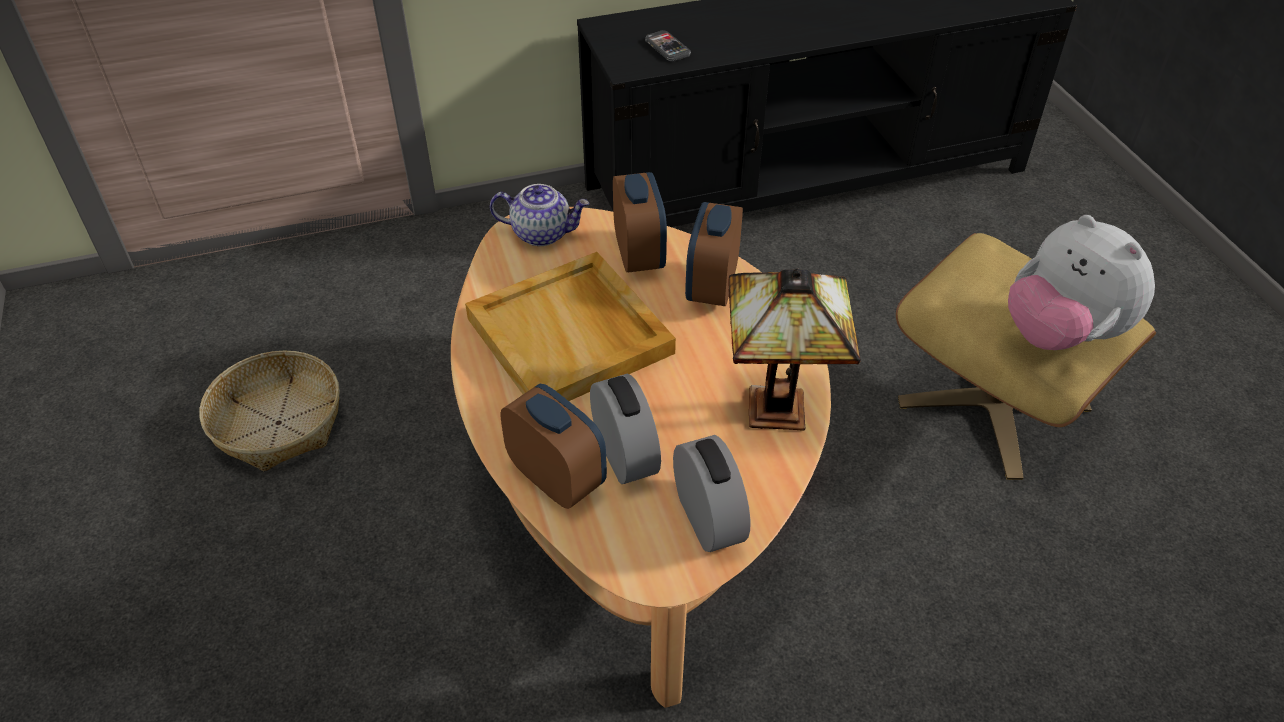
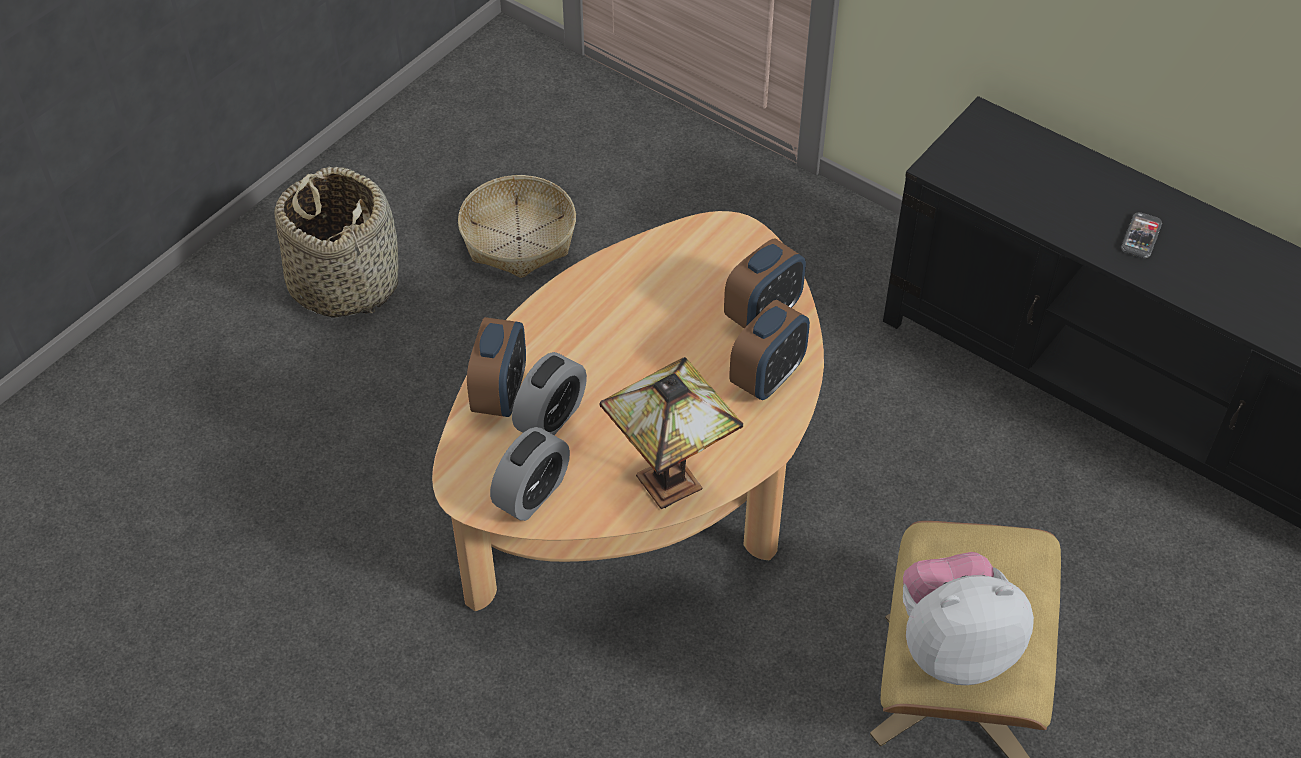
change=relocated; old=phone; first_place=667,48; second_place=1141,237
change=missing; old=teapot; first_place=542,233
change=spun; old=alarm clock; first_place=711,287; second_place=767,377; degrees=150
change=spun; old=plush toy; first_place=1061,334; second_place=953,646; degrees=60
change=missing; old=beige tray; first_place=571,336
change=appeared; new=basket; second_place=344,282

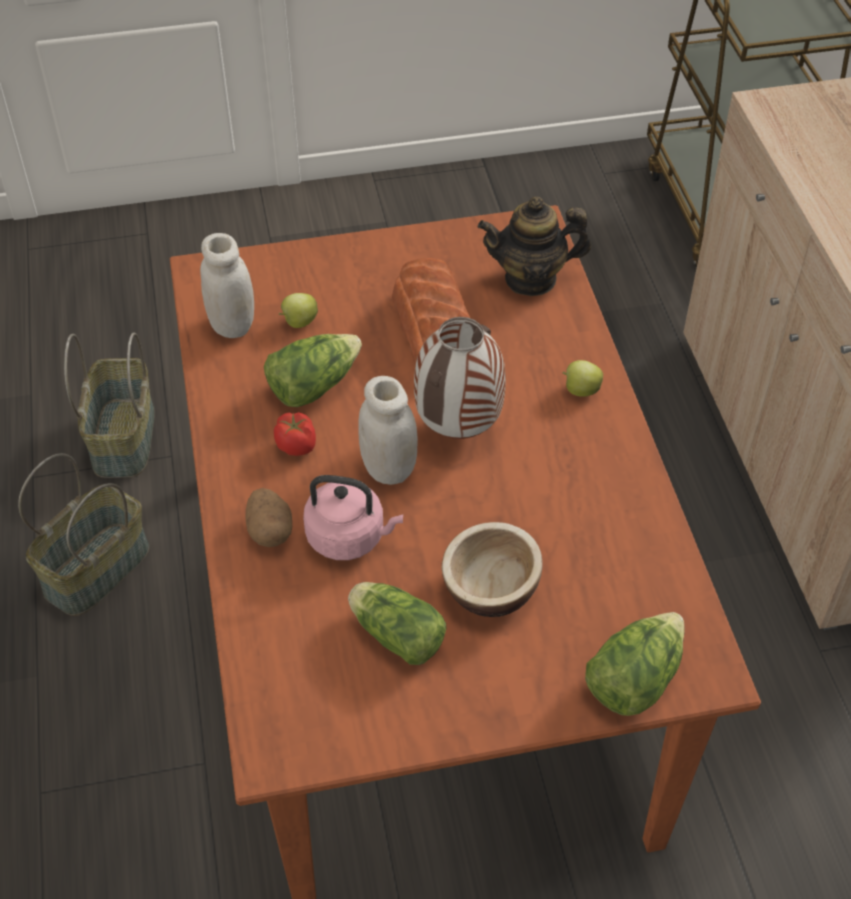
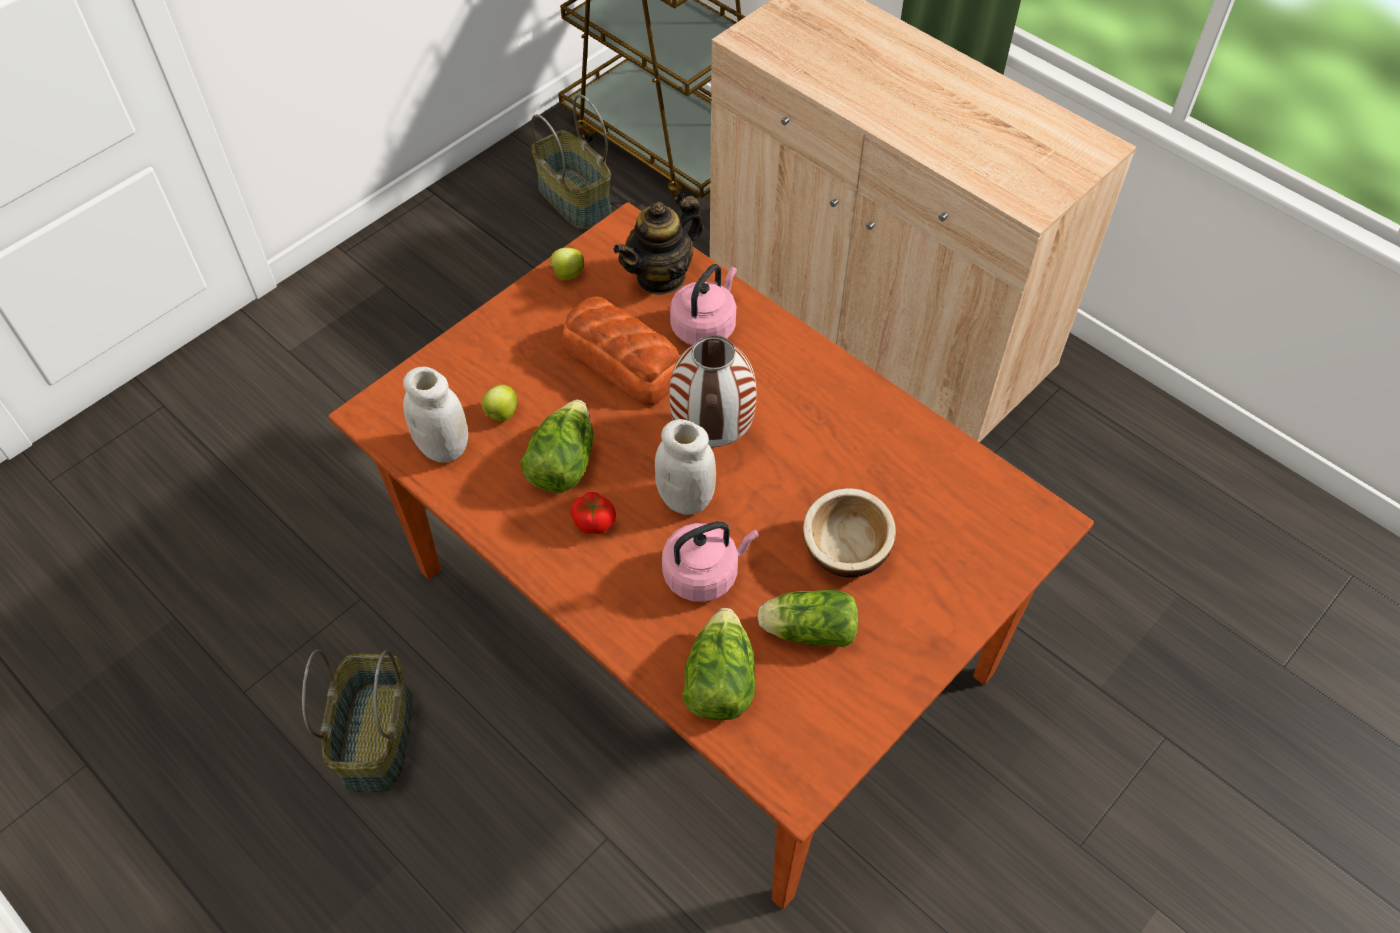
change=relocated; old=basket; first_place=122,438; second_place=573,199
change=relocated; old=apple; first_place=580,390; second_place=567,274
change=missing; old=potato; first_place=270,530
change=relocated; old=lettuce; first_place=633,678; second_place=718,681
change=appeared; new=pink kettle; second_place=705,326

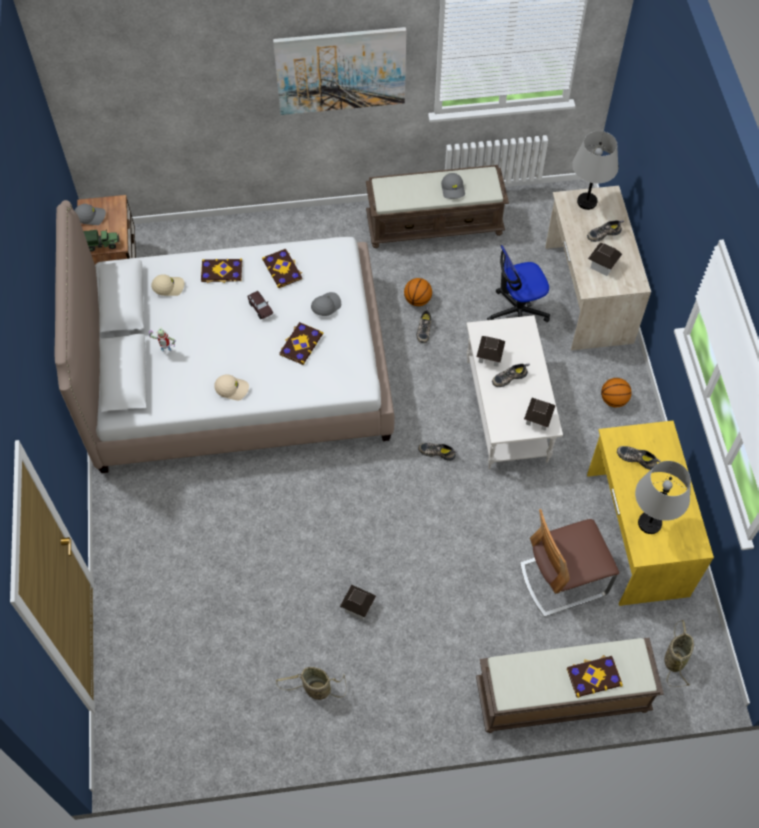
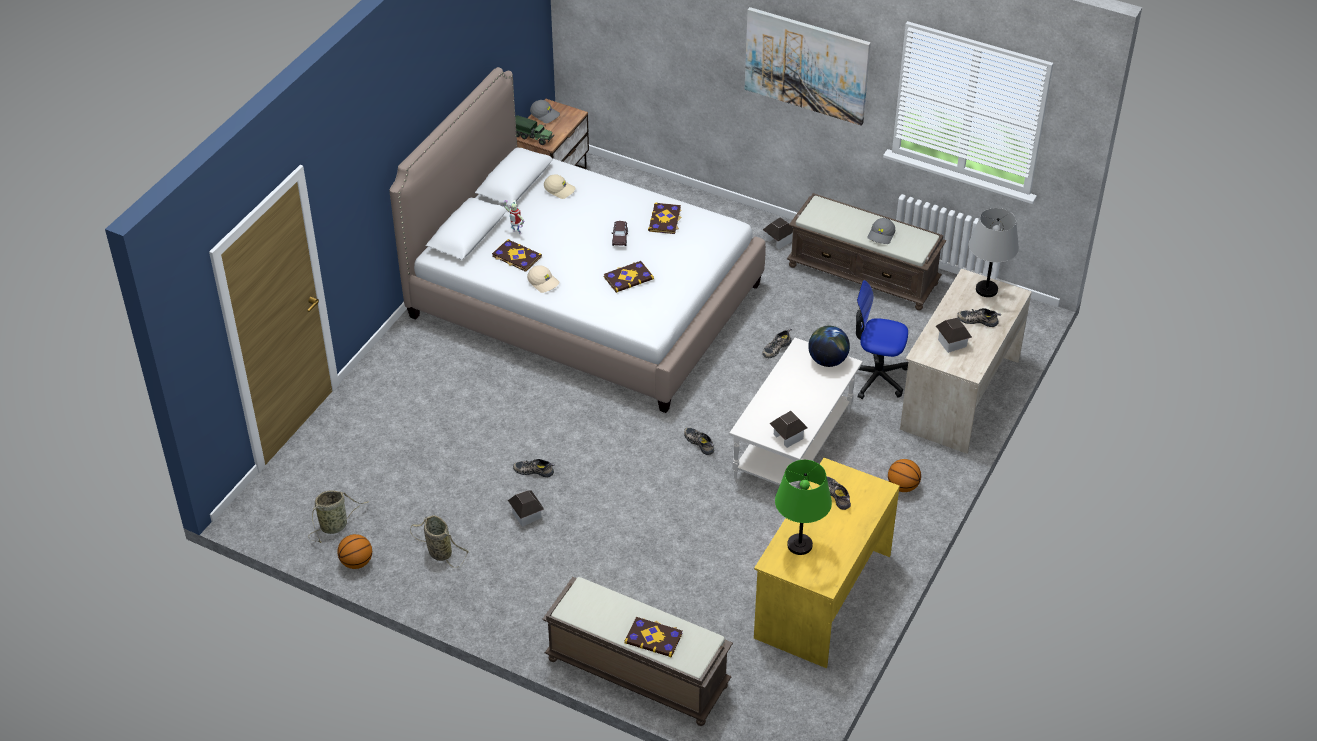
change=relocated; old=book; first_place=221,272; second_place=516,257
change=relocated; old=basketball; first_place=417,300; second_place=356,562
change=missing; old=grey cap; first_place=325,306
change=relocated; old=toy house; first_place=489,357; second_place=778,240
change=relocated; old=shoe; first_place=509,377; second_place=534,470
change=colour; old=grey table lamp; new=green table lamp; first_place=649,523; second_place=799,545
change=missing; old=chair; first_place=563,579
change=relocated; old=basket; first_place=674,658; second_place=335,525
change=appeared; new=globe; second_place=827,360

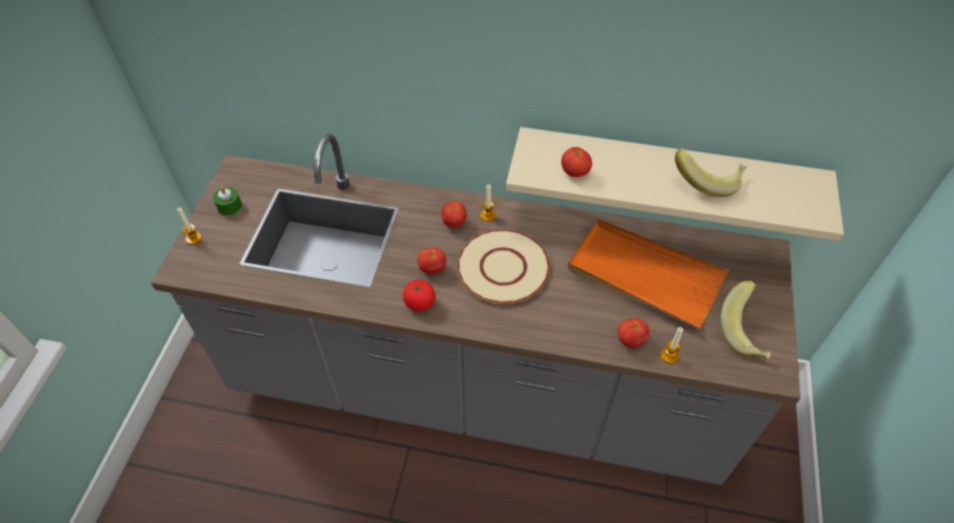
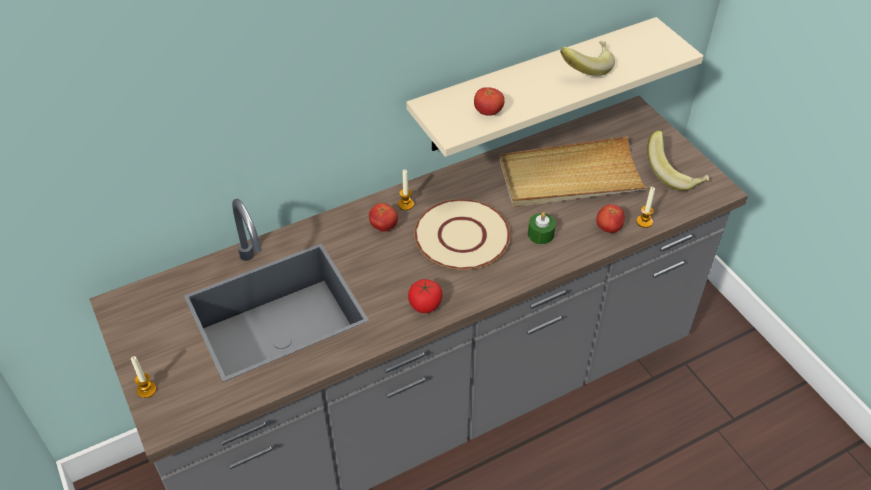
change=relocated; old=green candle; first_place=229,206; second_place=540,234
change=colour; old=orange tray; new=beige tray; first_place=644,275; second_place=570,177
change=missing; old=tomato; first_place=432,268

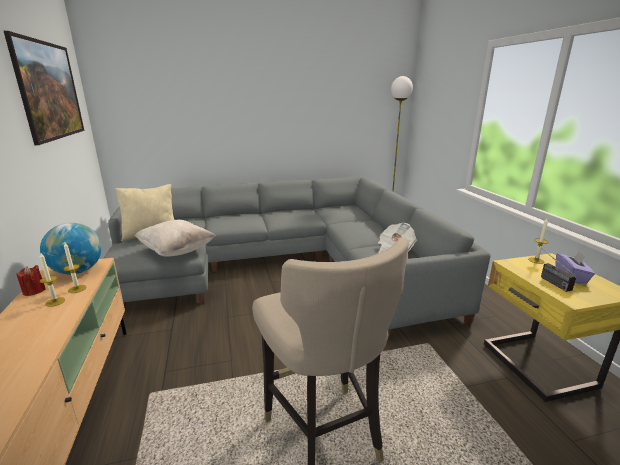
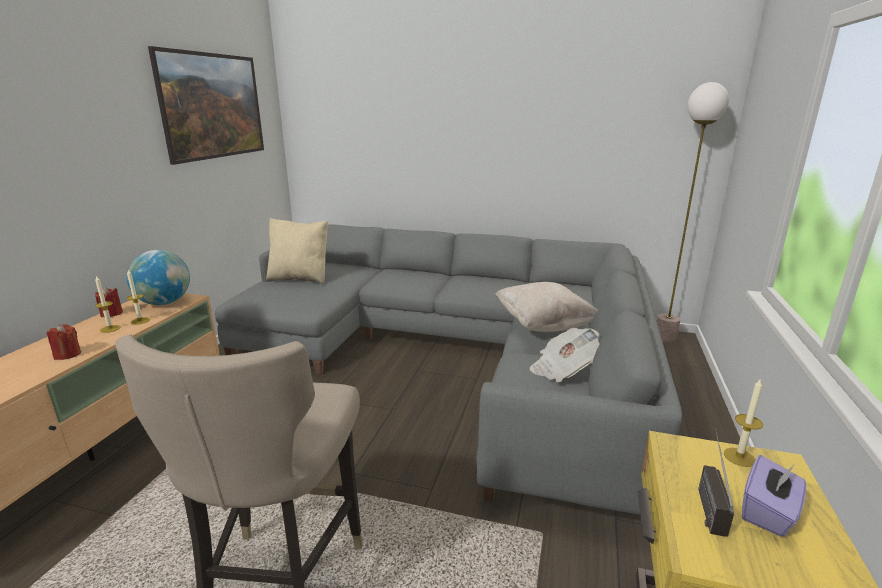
change=relocated; old=beige pillow; first_place=177,251; second_place=543,325
change=appeared; new=red candle; second_place=67,354

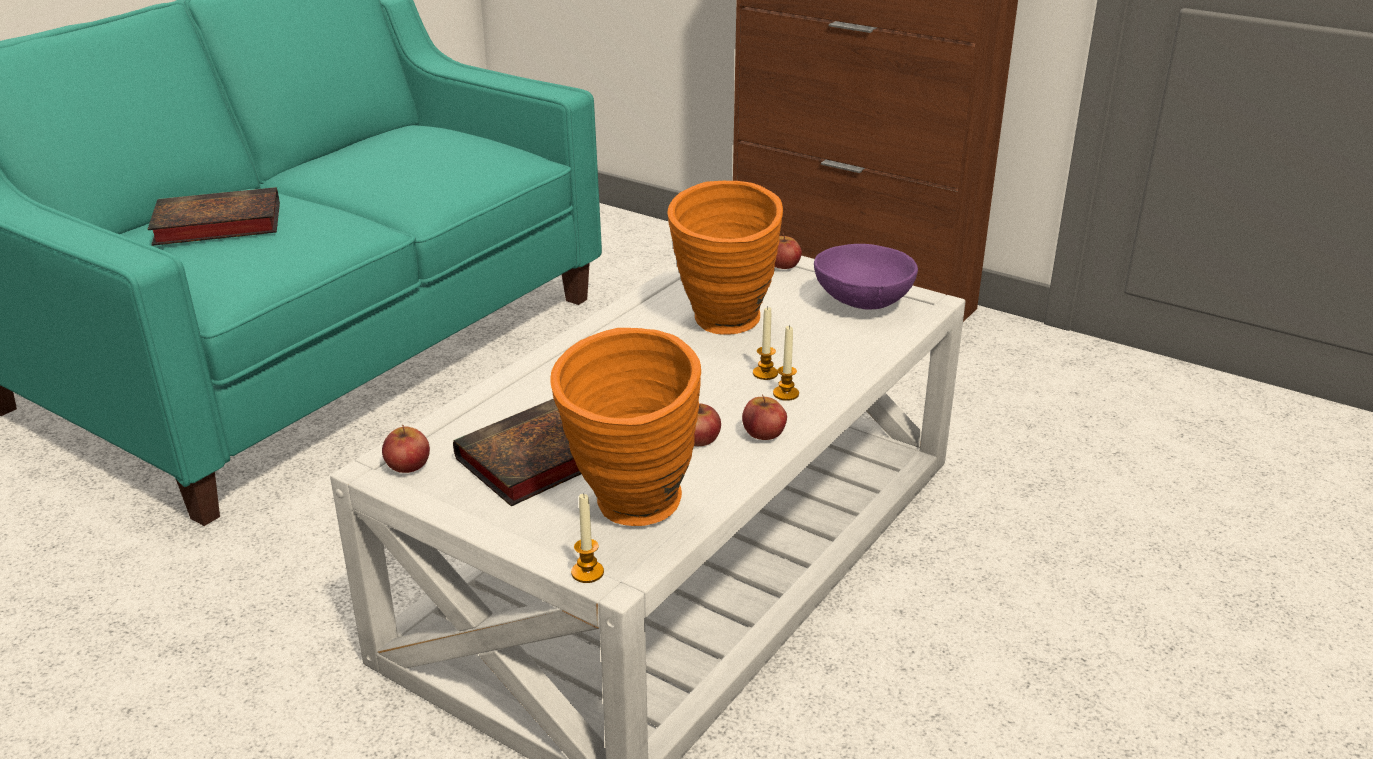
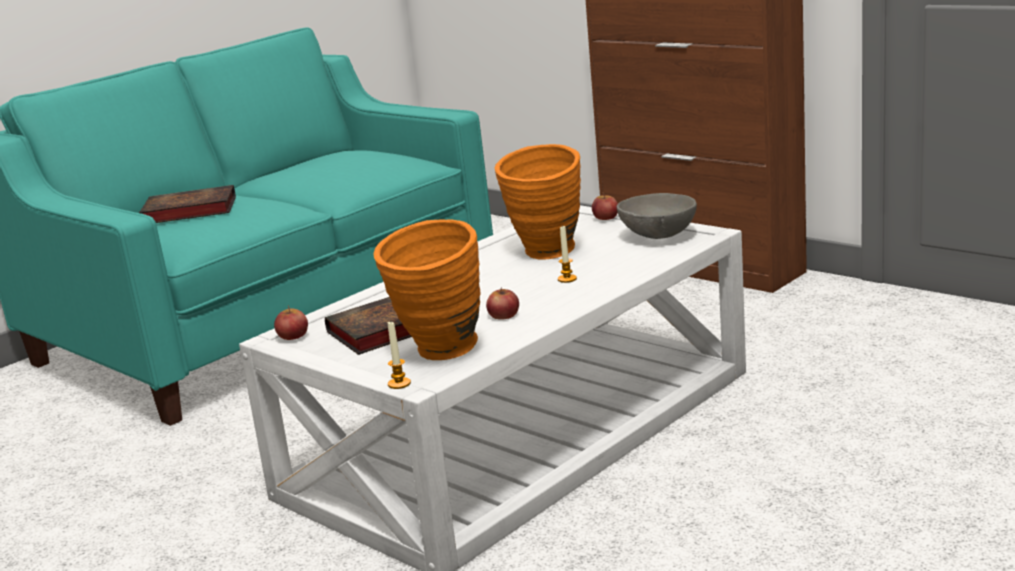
change=colour; old=purple bowl; new=grey bowl; first_place=864,302; second_place=659,236
change=missing; old=candle; first_place=786,394
change=missing; old=apple; first_place=763,432

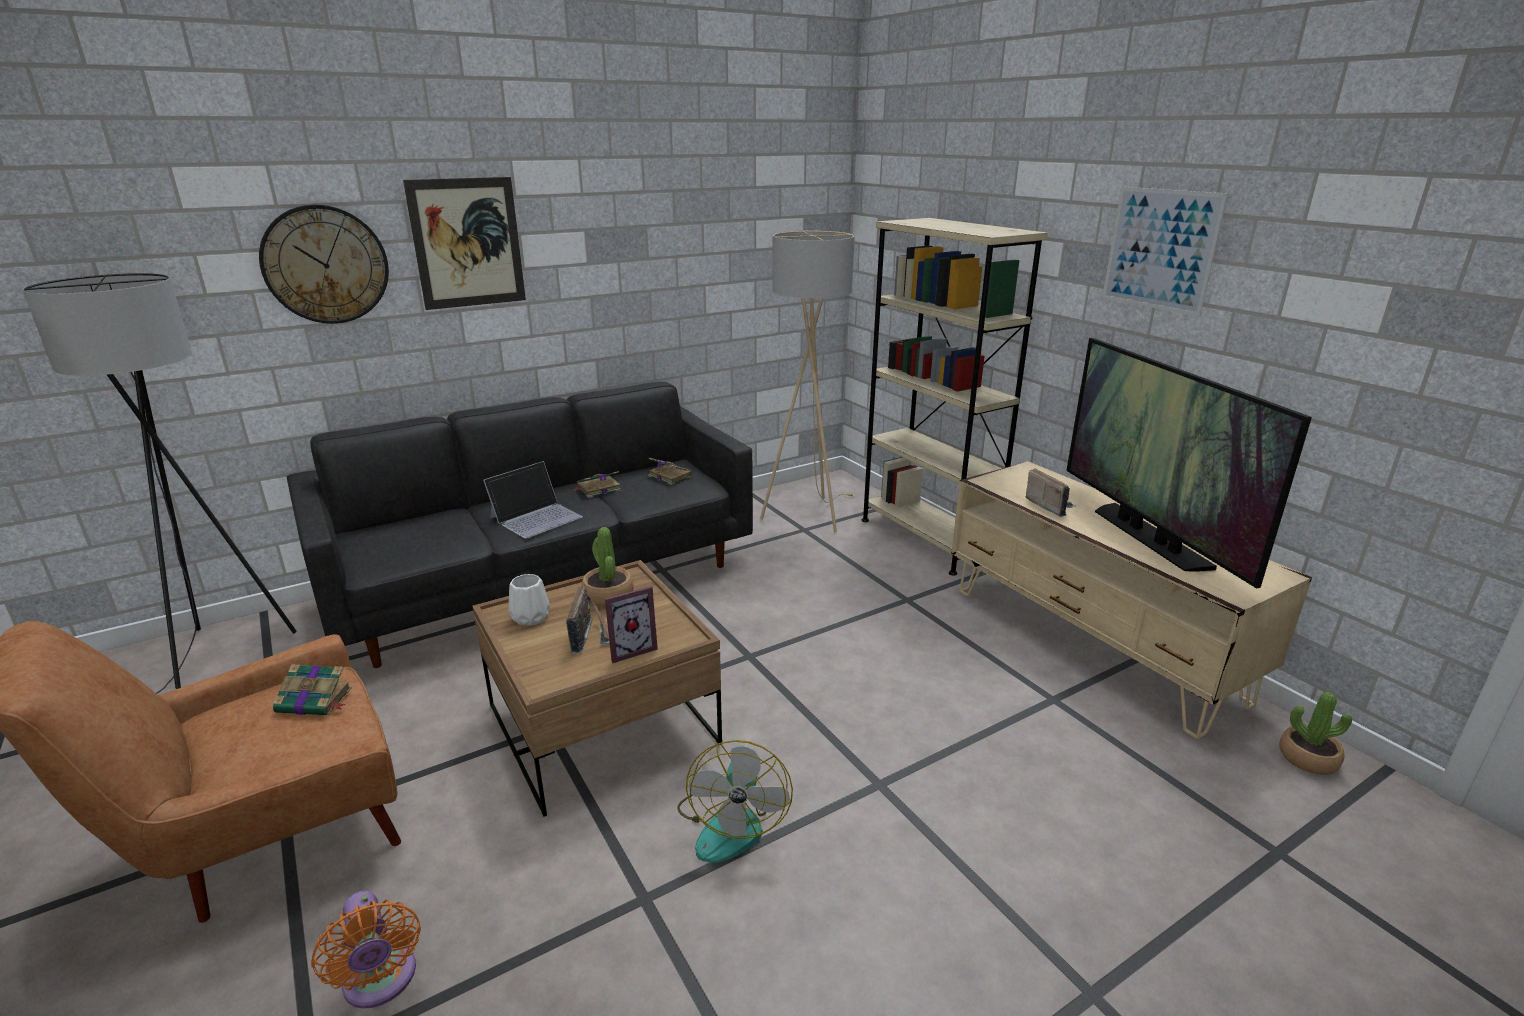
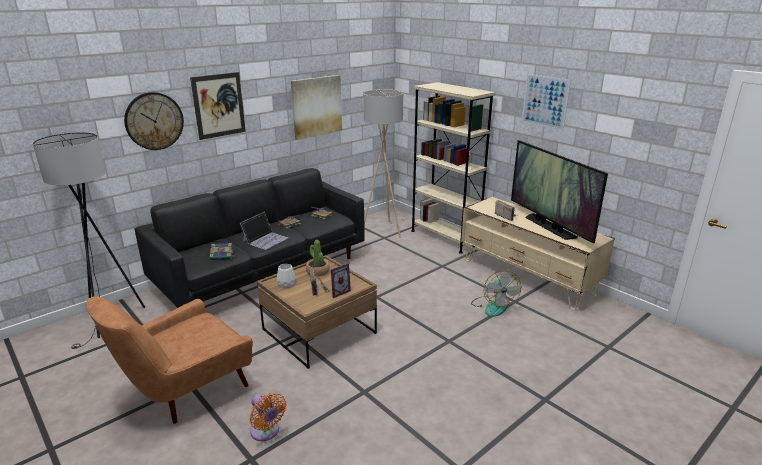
change=relocated; old=book; first_place=315,701; second_place=222,256
change=missing; old=potted plant; first_place=1308,758
change=relocated; old=fan; first_place=731,823; second_place=493,306
change=appeared; new=picture; second_place=316,106

